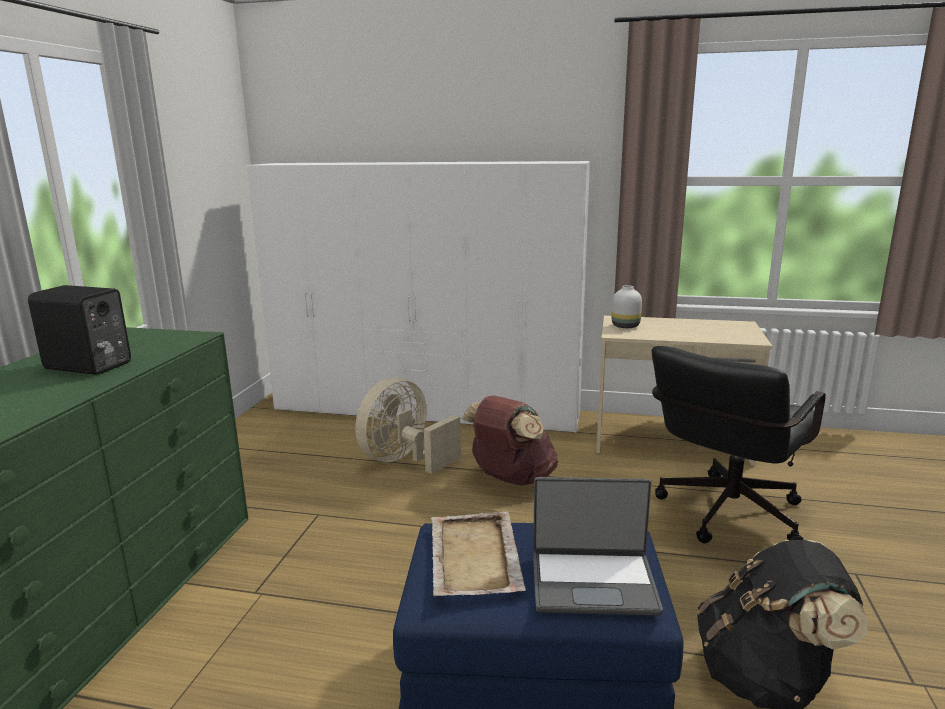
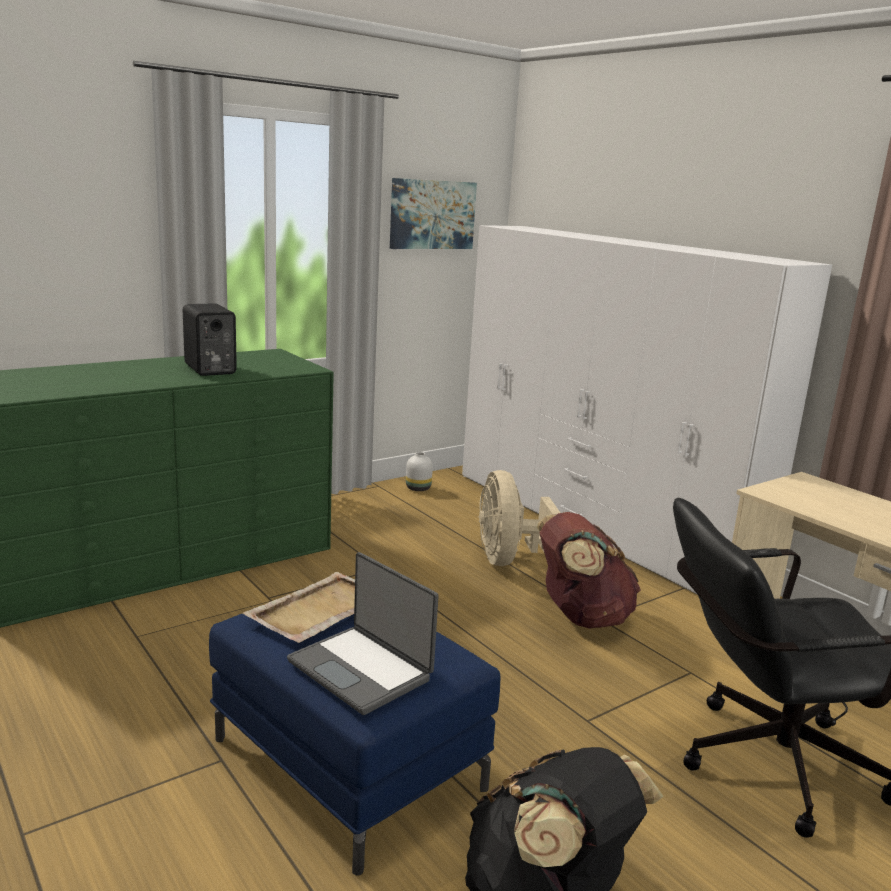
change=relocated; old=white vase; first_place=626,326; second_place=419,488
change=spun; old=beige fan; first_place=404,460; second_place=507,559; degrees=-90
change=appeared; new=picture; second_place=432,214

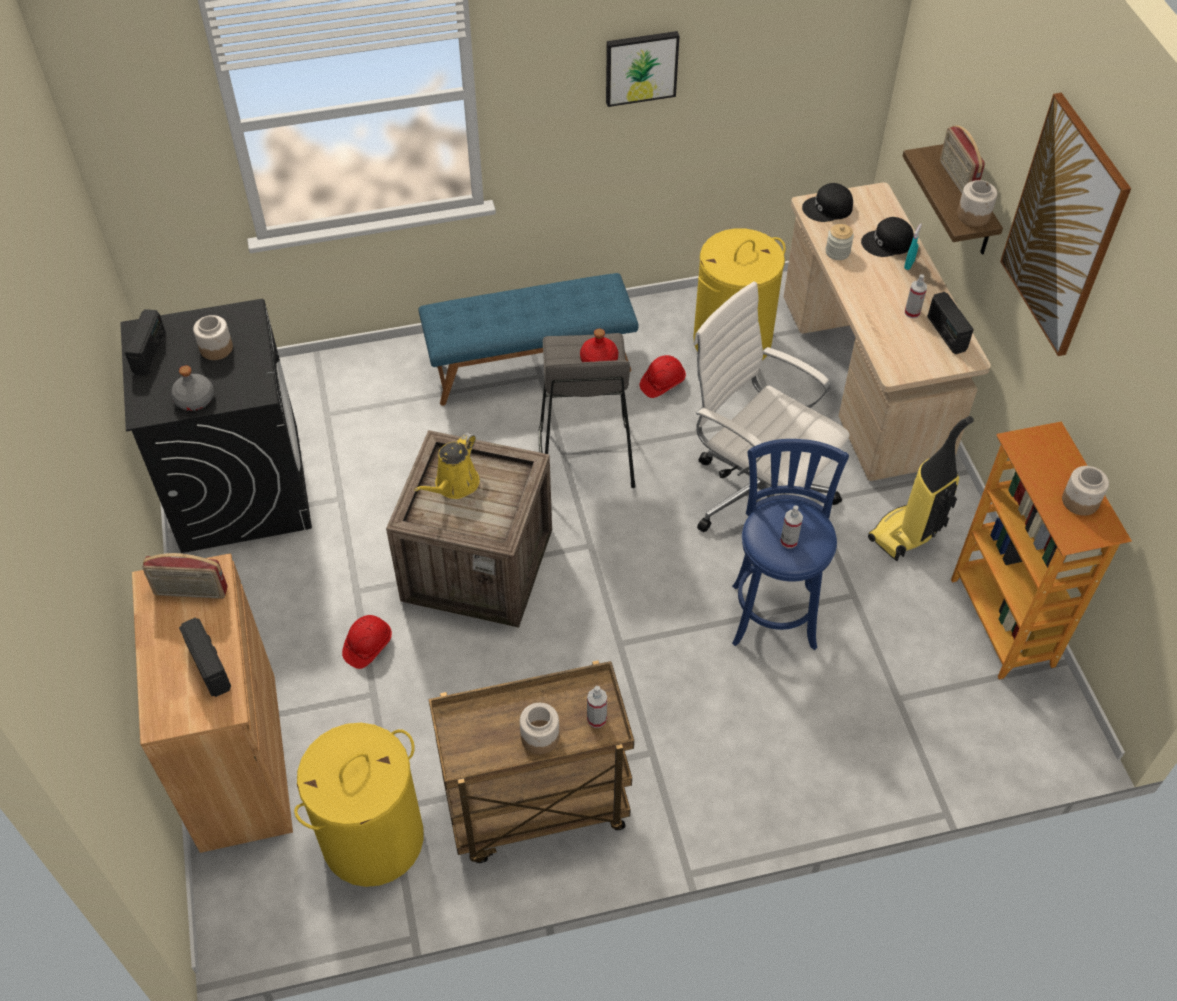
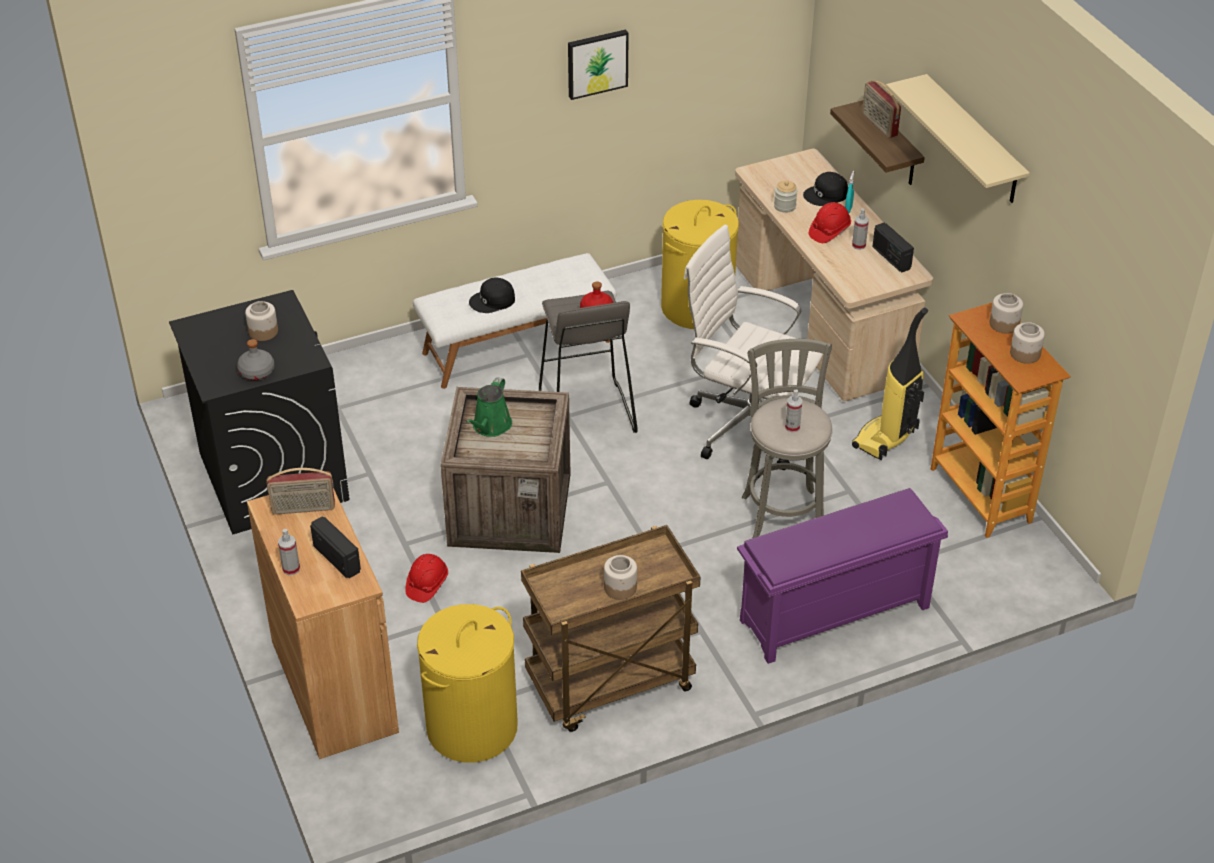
change=exchanged; old=picture; new=beige shelf; first_place=1063,227; second_place=973,141
change=relocated; old=jar; first_place=973,215; second_place=1004,324
change=relocated; old=black cap; first_place=828,208; second_place=492,301
change=colour; old=blue bench; new=white bench; first_place=530,364; second_place=516,346
change=missing; old=radio; first_place=150,353
change=relocated; old=red hard hat; first_place=662,383; second_place=829,231
change=colour; old=yellow watering can; new=green watering can; first_place=454,485; second_place=490,426
change=colour; old=blue stool; new=grey stool; first_place=773,611; second_place=782,512
change=relocated; old=spray bottle; first_place=596,719; second_place=291,569
change=appeared; new=purple shoe rack; second_place=833,615

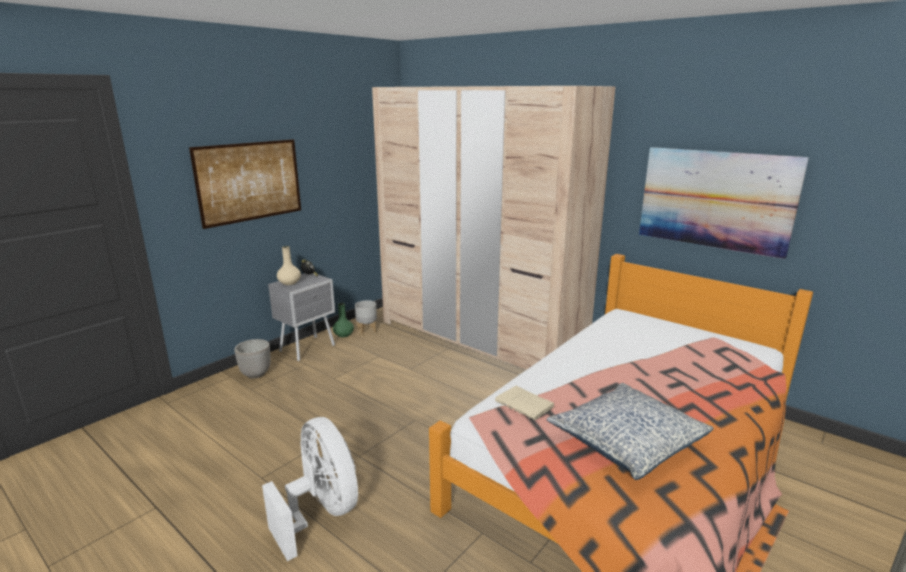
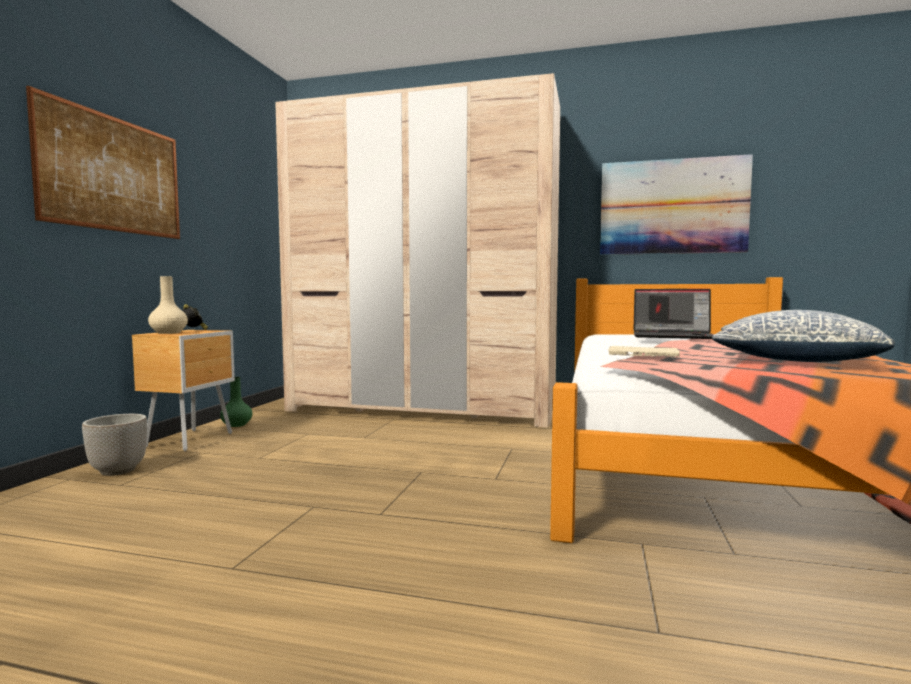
change=colour; old=grey nightstand; new=brown nightstand; first_place=309,348; second_place=192,440
change=missing; old=grey planter; first_place=367,330
change=missing; old=white fan; first_place=321,512
change=appeared; new=laptop; second_place=673,336

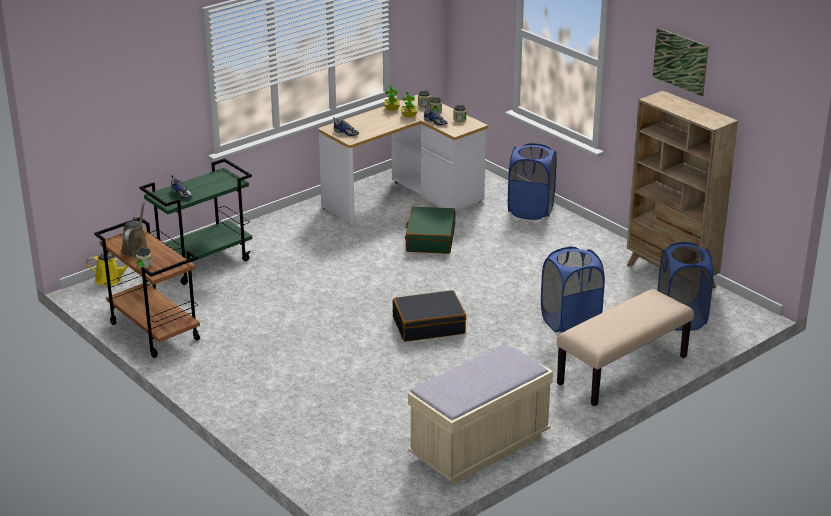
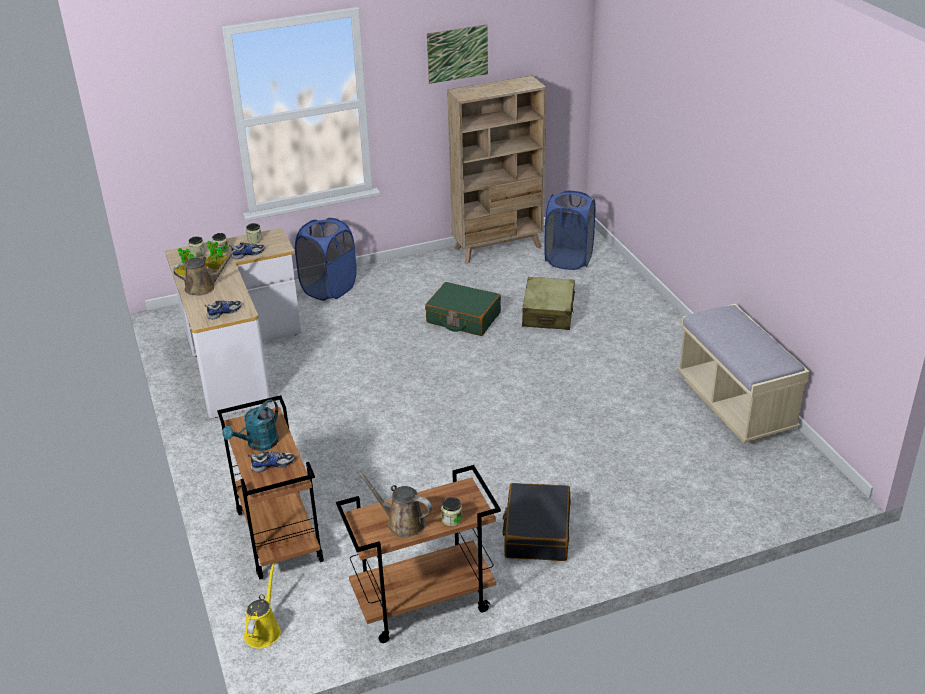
change=colour; old=green cart; new=brown cart; first_place=203,263; second_place=278,536
change=relocated; old=green suitcase; first_place=430,239; second_place=463,318
change=exchanged; old=blue laundry basket; new=beige suitcase; first_place=570,322; second_place=548,313
change=missing; old=beige bench; first_place=623,371
change=relocated; old=black suitcase; first_place=428,325; second_place=537,531
change=appeared; new=brown watering can; second_place=203,287
change=appeared; new=turquoise watering can; second_place=258,444

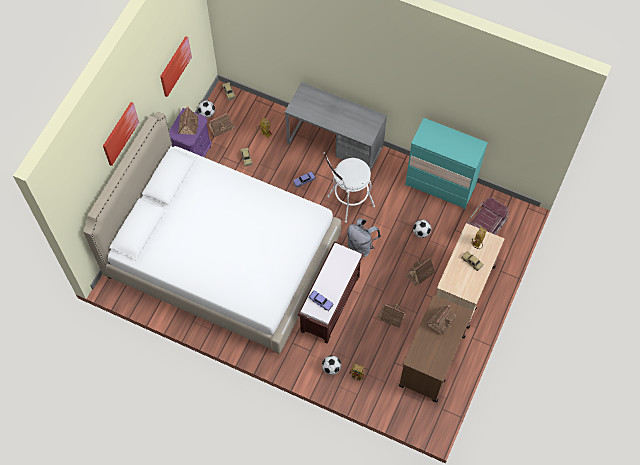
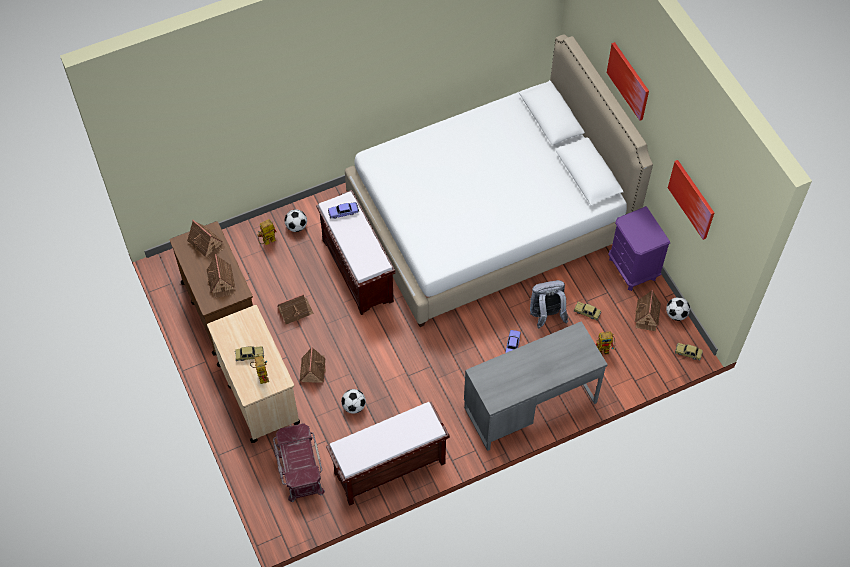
change=relocated; old=toy house; first_place=188,125; second_place=207,244
change=exchanged; old=turquoise dresser; new=brown bench; first_place=440,185; second_place=389,469
change=missing; old=white stool; first_place=347,203
change=relocated; old=grey backpack; first_place=361,245; second_place=546,316

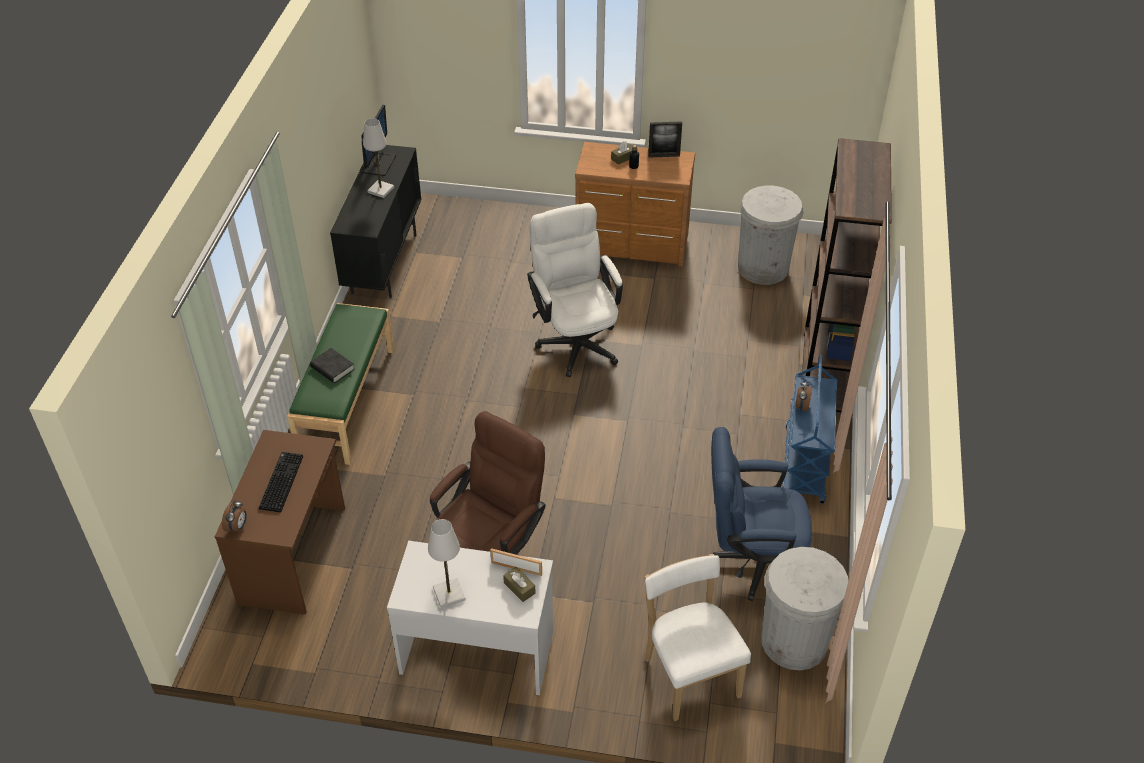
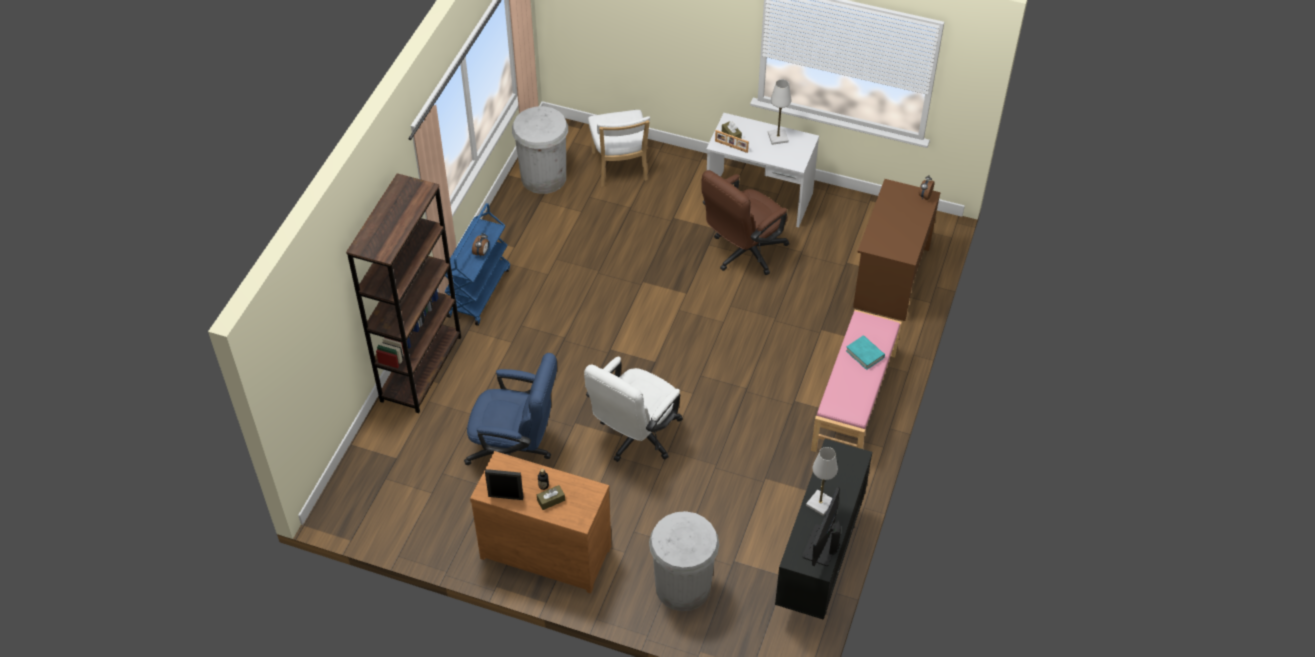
change=relocated; old=white trash can; first_place=763,268; second_place=683,586
change=spun; old=white office chair; first_place=576,340; second_place=635,437; degrees=45
change=colour; old=green bench; new=pink bench; first_place=346,402; second_place=855,402
change=colour; old=black book; new=turquoise book; first_place=332,368; second_place=865,354
change=relocated; old=blue office chair; first_place=751,561; second_place=516,452
change=missing; old=keyboard; first_place=280,481

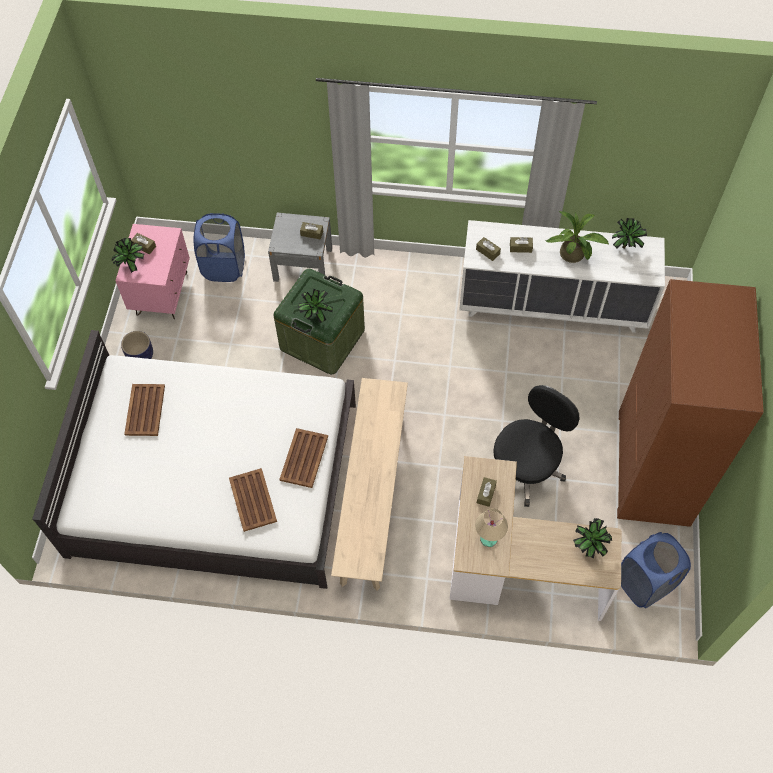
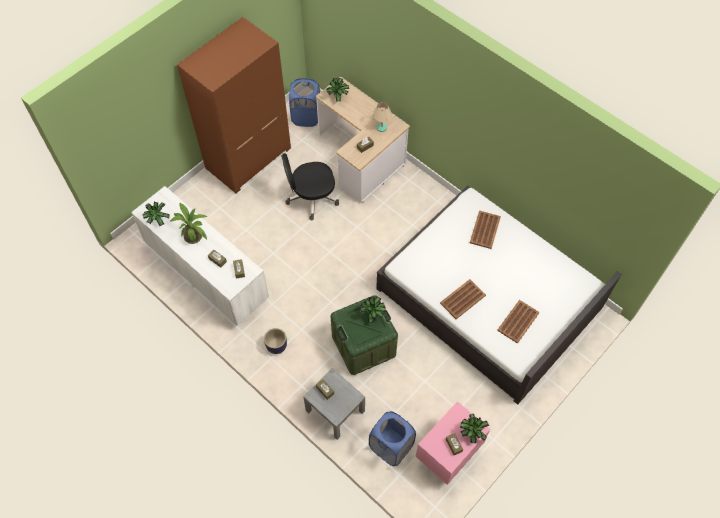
change=relocated; old=planter; first_place=141,356; second_place=276,345
change=missing; old=beige bench; first_place=372,496
change=relocated; old=brown tray; first_place=304,457; second_place=462,299

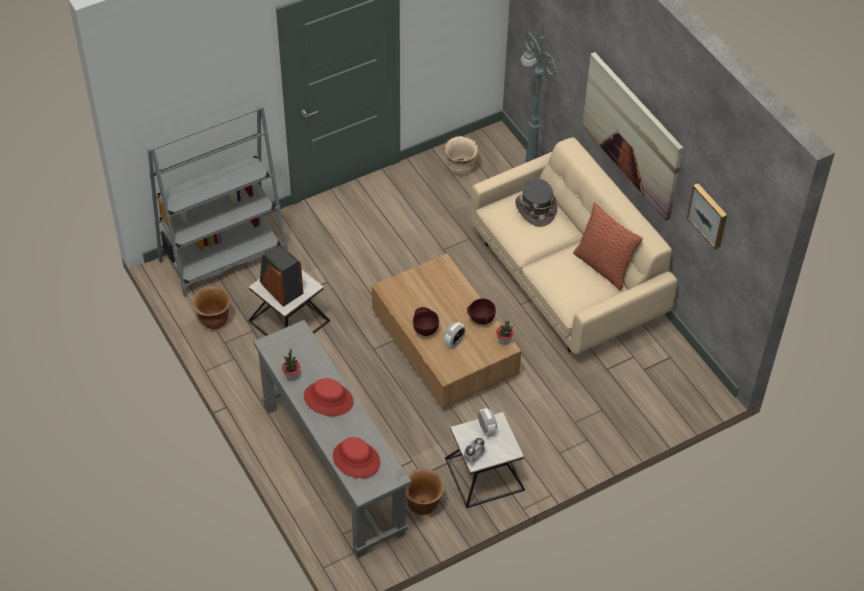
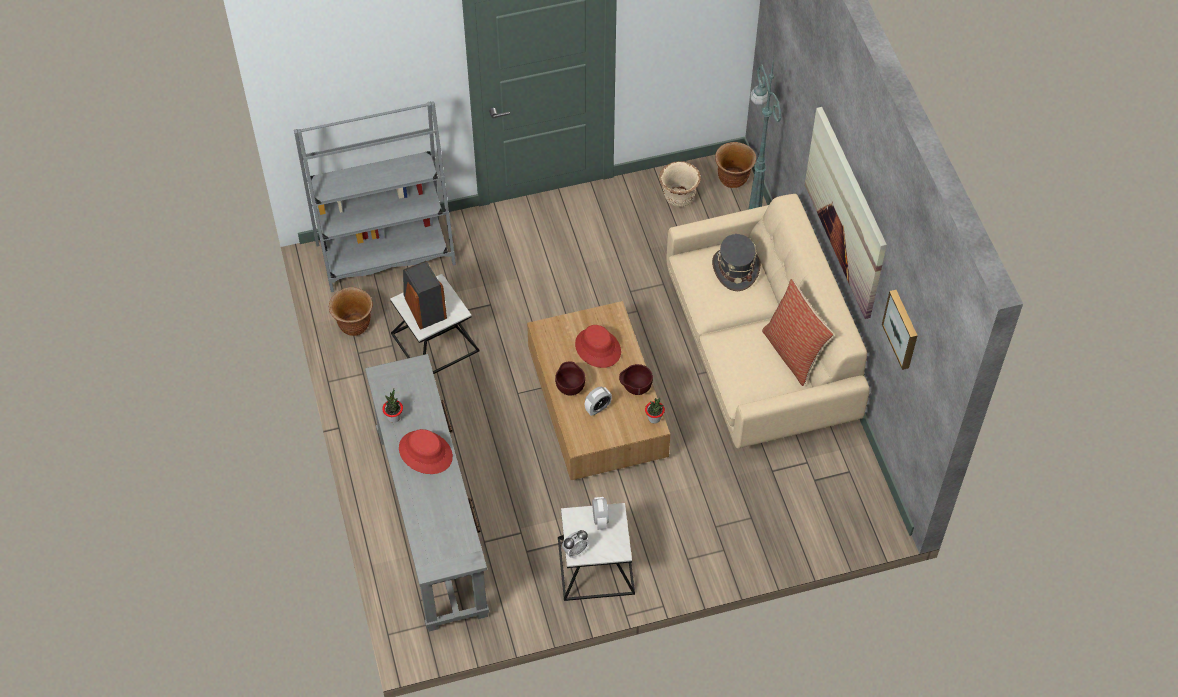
change=relocated; old=red hat; first_place=356,459; second_place=597,348
change=relocated; old=brown planter; first_place=422,504; second_place=733,179

